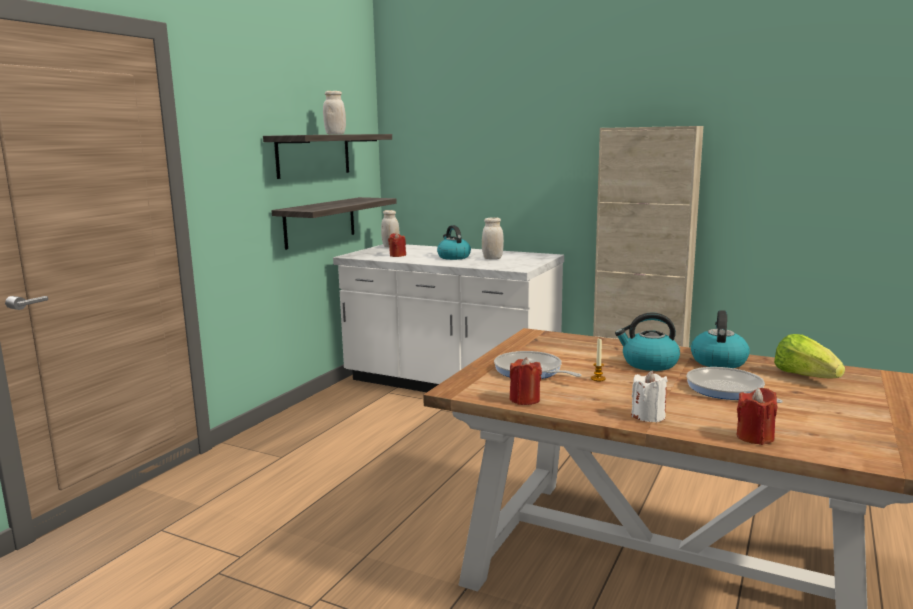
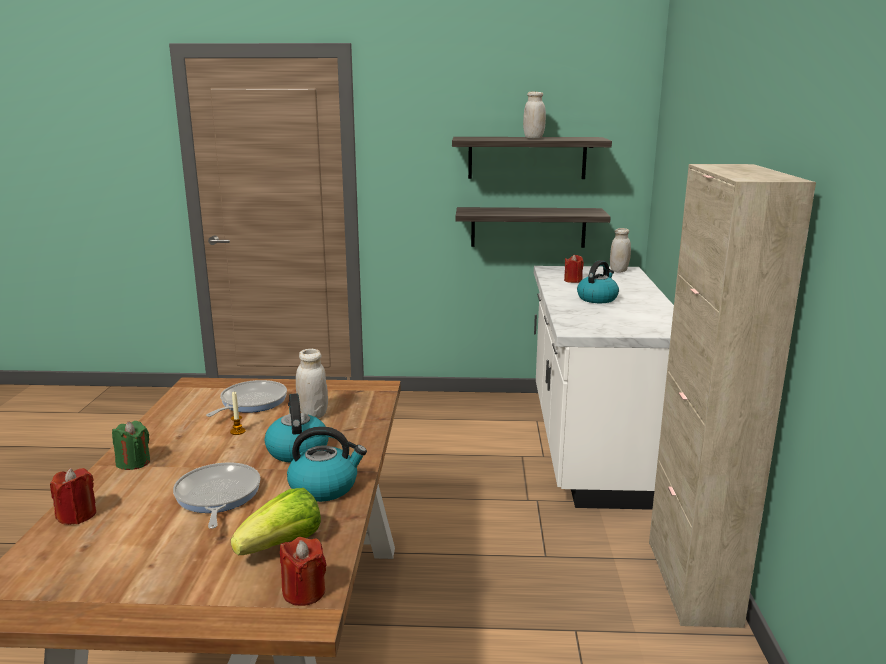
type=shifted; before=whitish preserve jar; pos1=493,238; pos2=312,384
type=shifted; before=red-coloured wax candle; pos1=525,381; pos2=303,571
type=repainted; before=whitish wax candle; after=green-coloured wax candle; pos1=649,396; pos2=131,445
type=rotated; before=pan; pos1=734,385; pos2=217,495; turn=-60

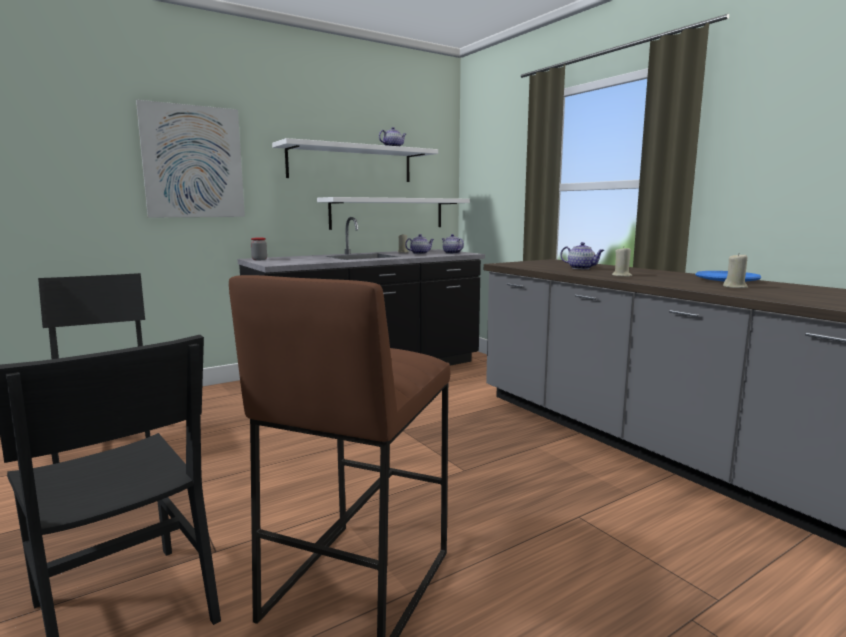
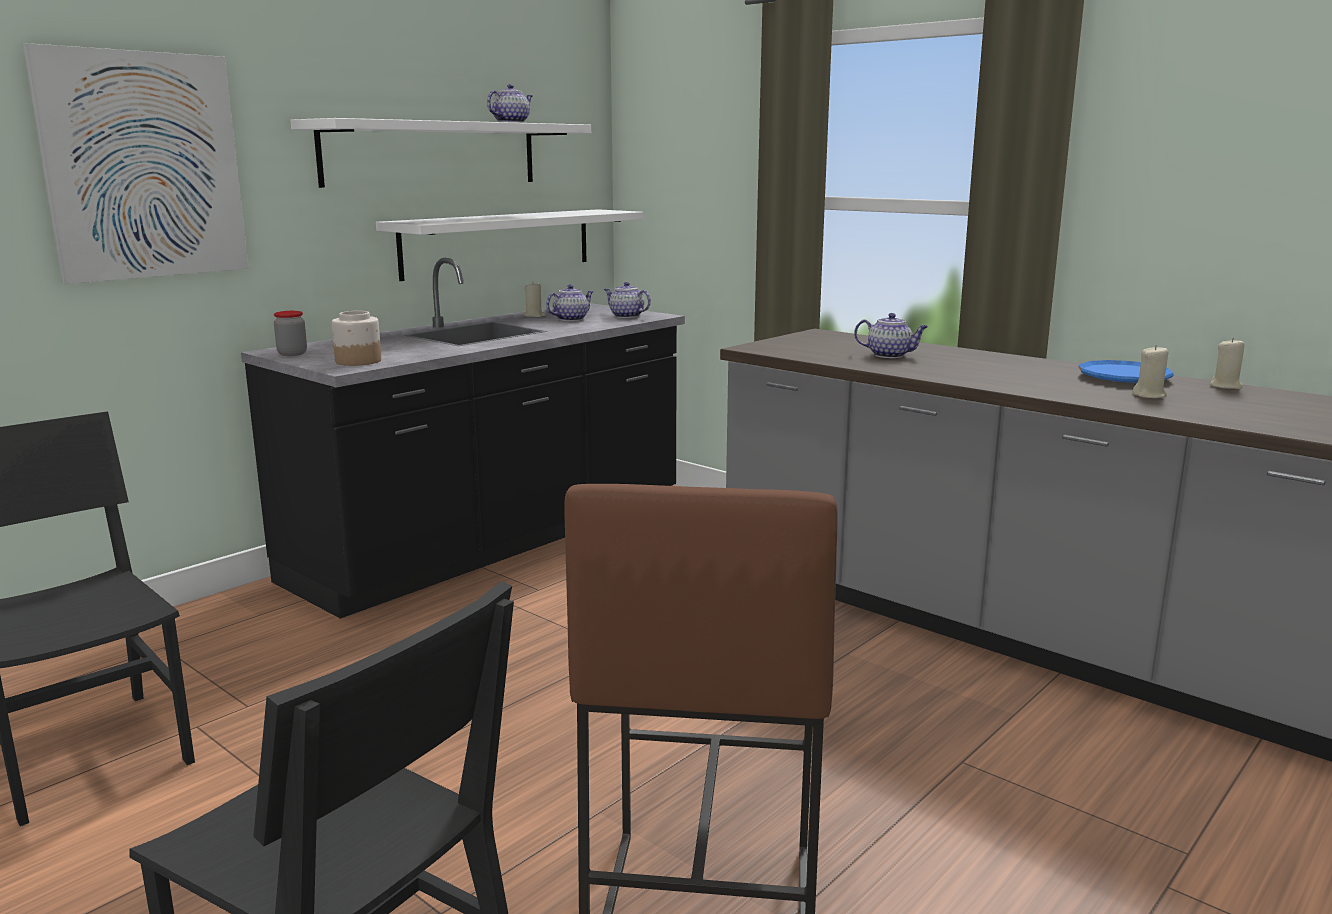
type=new; after=preserve jar; pos2=356,338
type=shifted; before=sand-coloured wax candle; pos1=622,262; pos2=1227,363

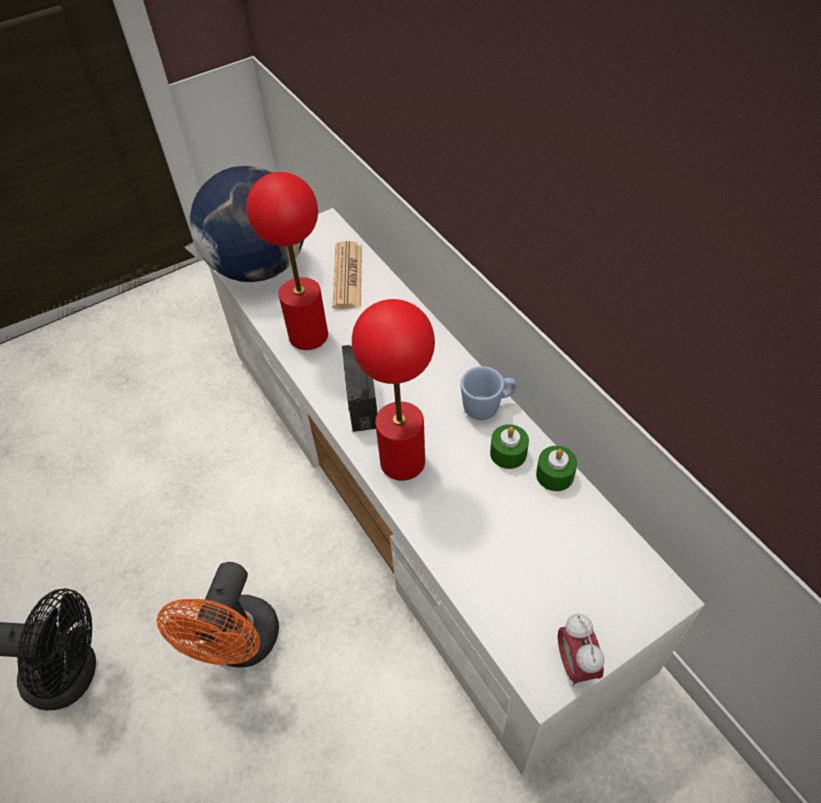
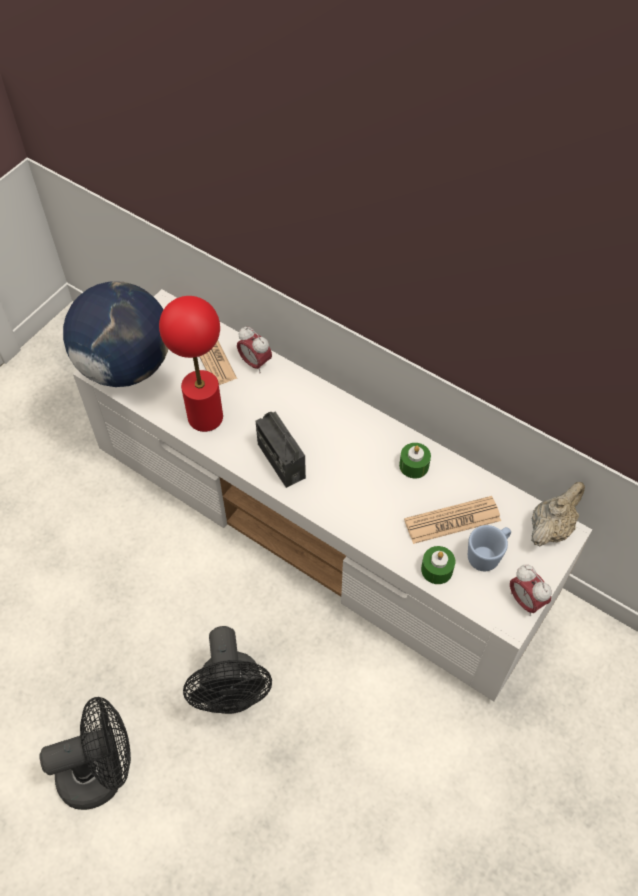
type=gone; before=red-coloured tabletop lamp; pos1=393,390
type=new; after=alarm clock; pos2=254,350
type=new; after=newspaper; pos2=452,520
type=new; after=sand-coloured tea pot; pos2=558,514
type=shifted; before=blue-coloured tea mug; pos1=488,393; pos2=489,548
type=shifted; before=green-coloured wax candle; pos1=556,468; pos2=438,565
type=repainted; before=orange-coloured fan; after=black fan; pos1=218,615; pos2=227,670

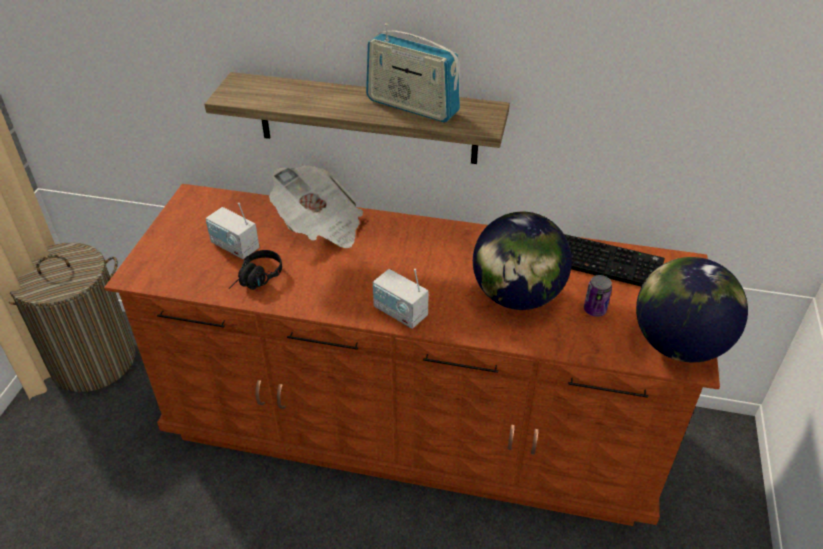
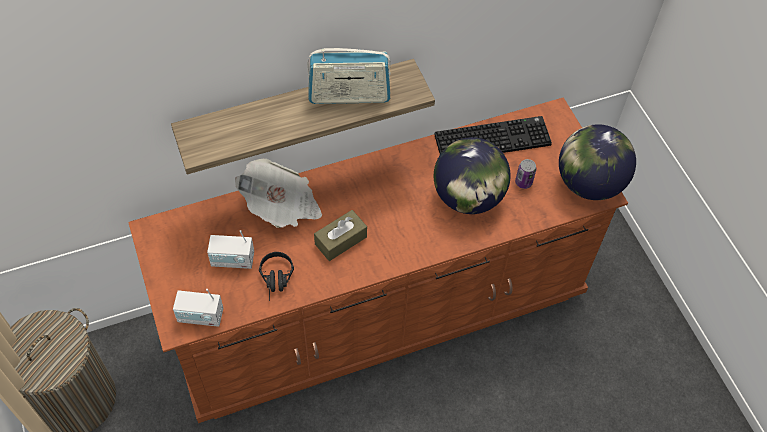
type=new; after=brown box of tissues; pos2=340,235
type=shifted; before=radio; pos1=401,299; pos2=198,308

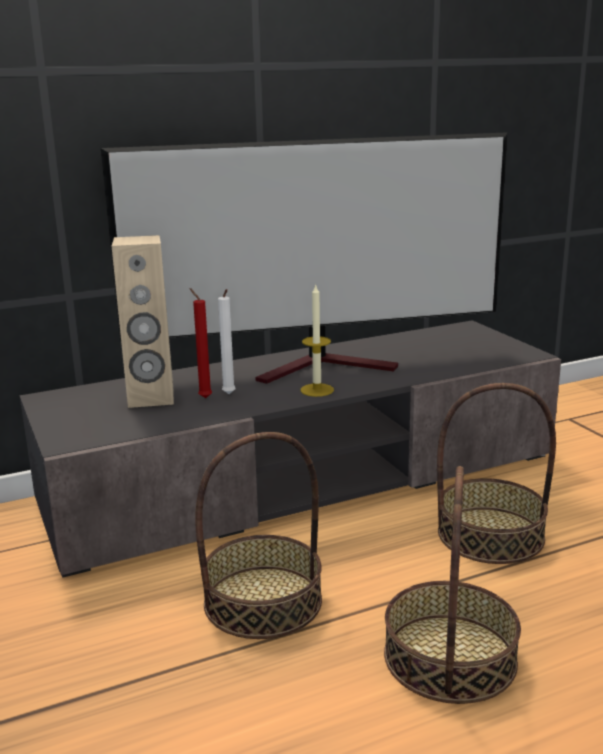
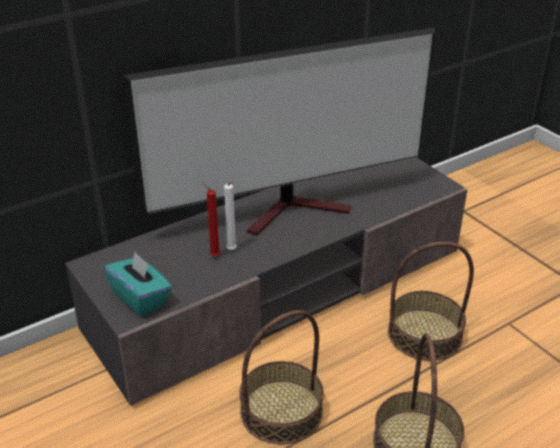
type=gone; before=sand-coloured audio speaker; pos1=143,321
type=gone; before=wax candle; pos1=317,340
type=new; after=turquoise-coloured box of tissues; pos2=138,284

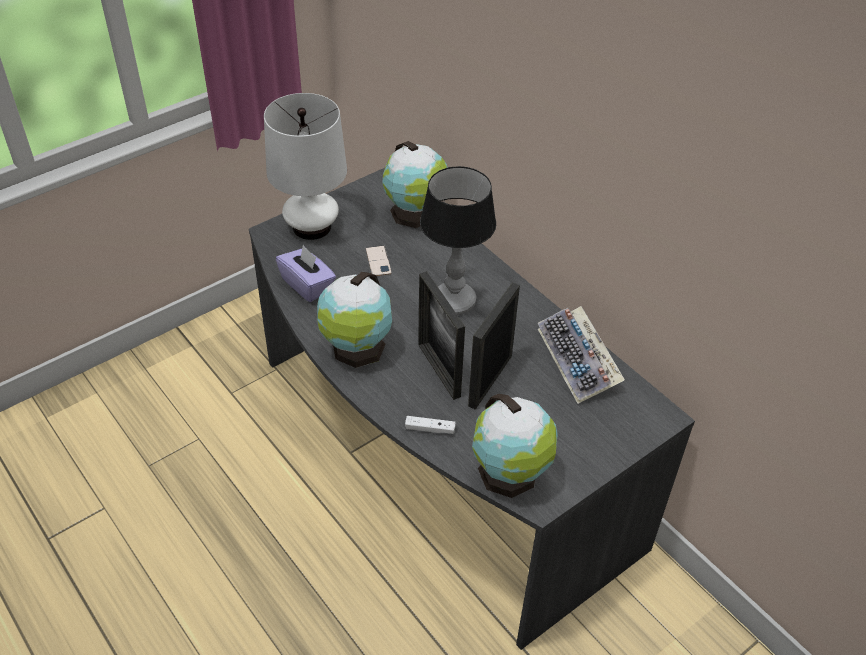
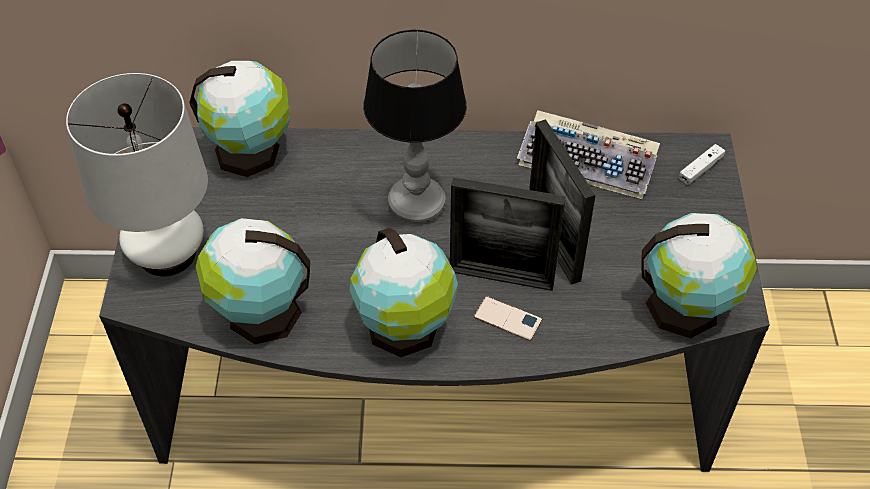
type=shifted; before=telephone; pos1=379,261; pos2=508,318
type=shifted; before=whitish gamepad; pos1=430,425; pos2=702,164
type=swapped; before=purple box of tissues; after=desk globe; pos1=306,273; pos2=253,281

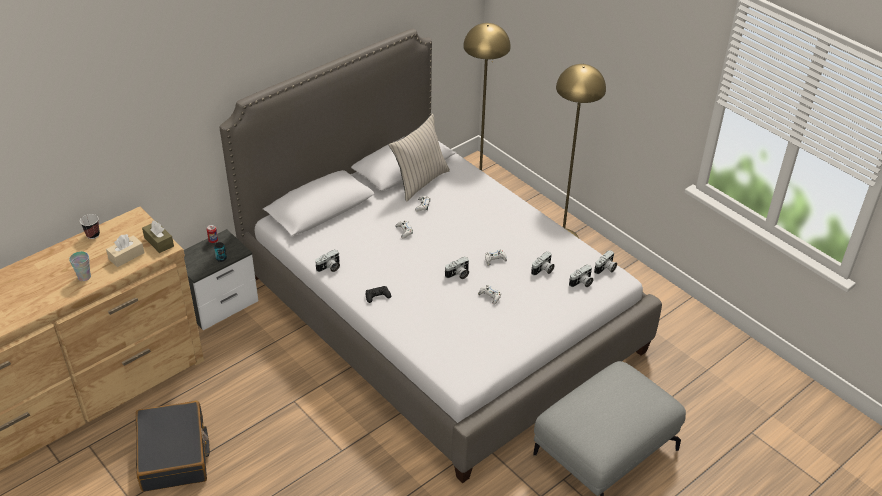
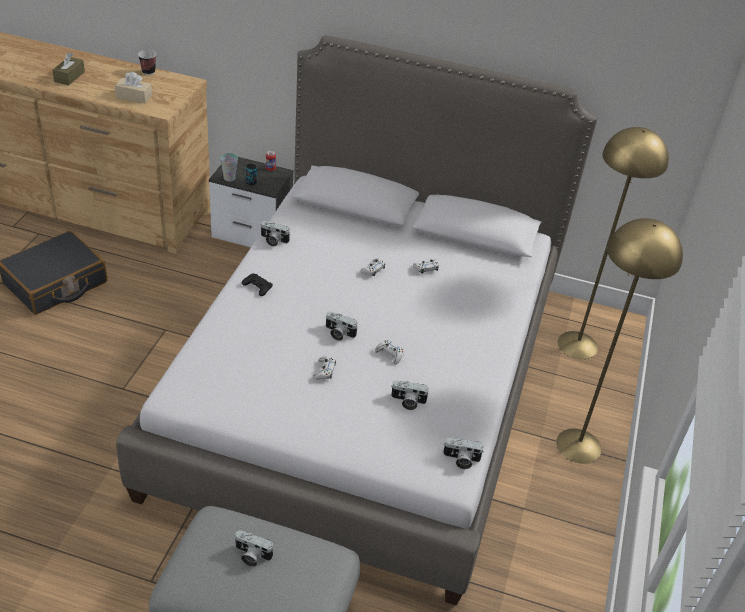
type=gone; before=sand-coloured throw pillow; pos1=419,158
type=shifted; before=cup; pos1=80,266; pos2=229,167
type=shifted; before=brown box of tissues; pos1=158,236; pos2=68,68
type=shifted; before=photo camera; pos1=581,275; pos2=254,548

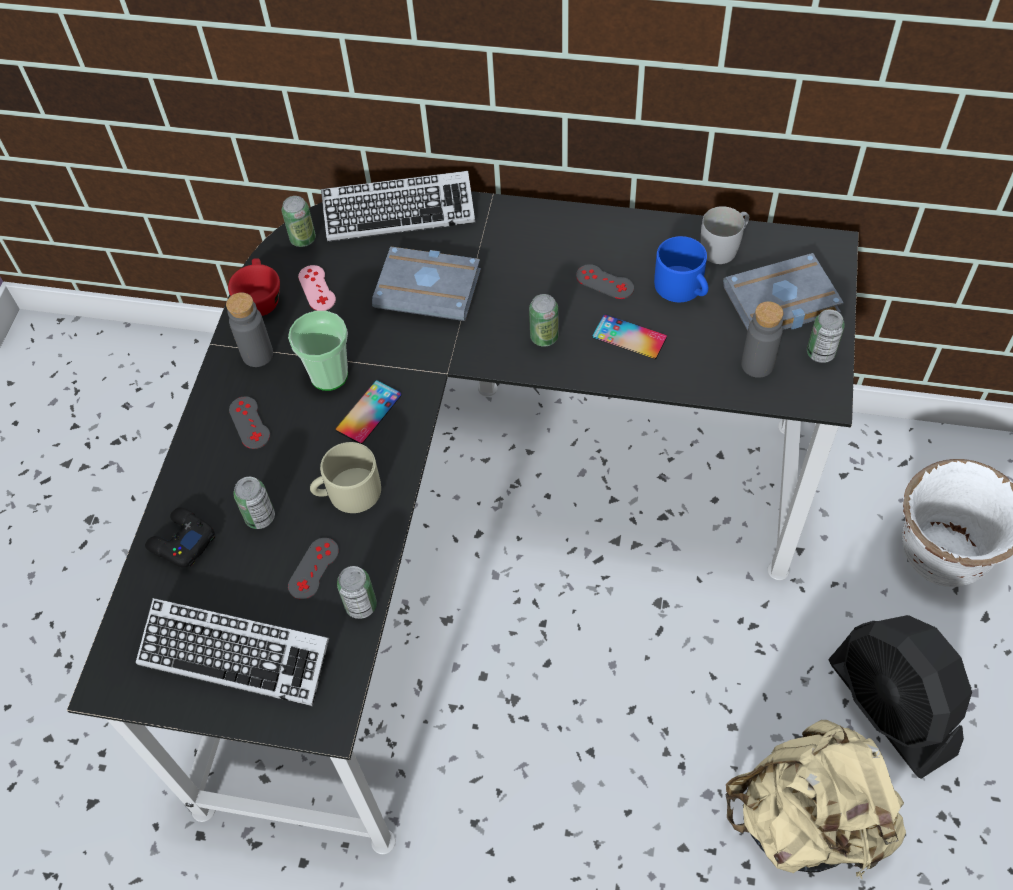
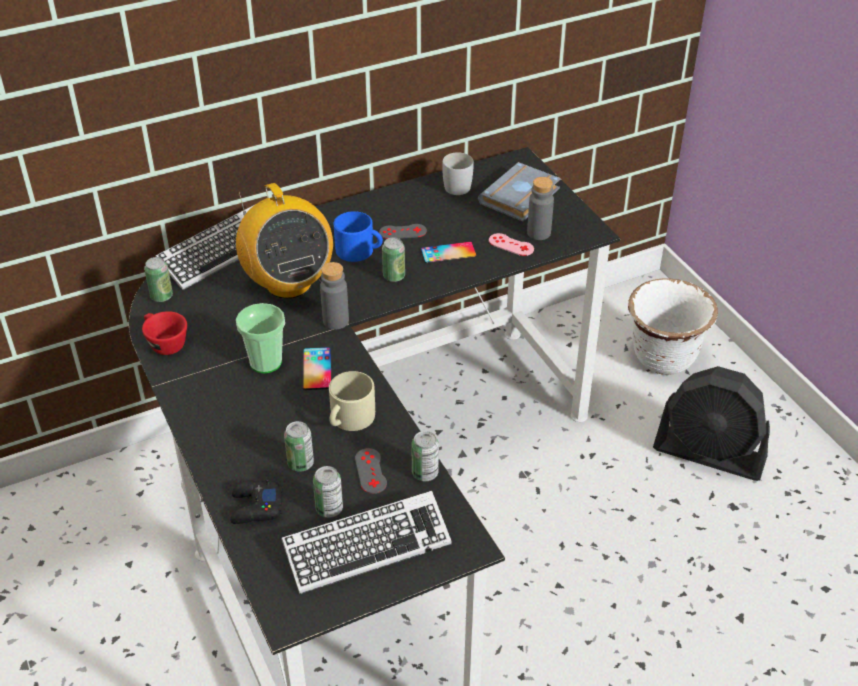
type=gone; before=grey gamepad; pos1=249,422
type=gone; before=sand-coloured rucksack; pos1=815,799
type=shifted; before=grey drink bottle; pos1=249,329; pos2=334,296
type=shifted; before=pink gamepad; pos1=317,288; pos2=511,244
type=shifted; before=blue-coloured tea mug; pos1=681,269; pos2=358,236
type=shifted; before=sealed can; pos1=826,336; pos2=328,492
type=swapped; before=grey bound book; after=radio; pos1=426,283; pos2=284,241

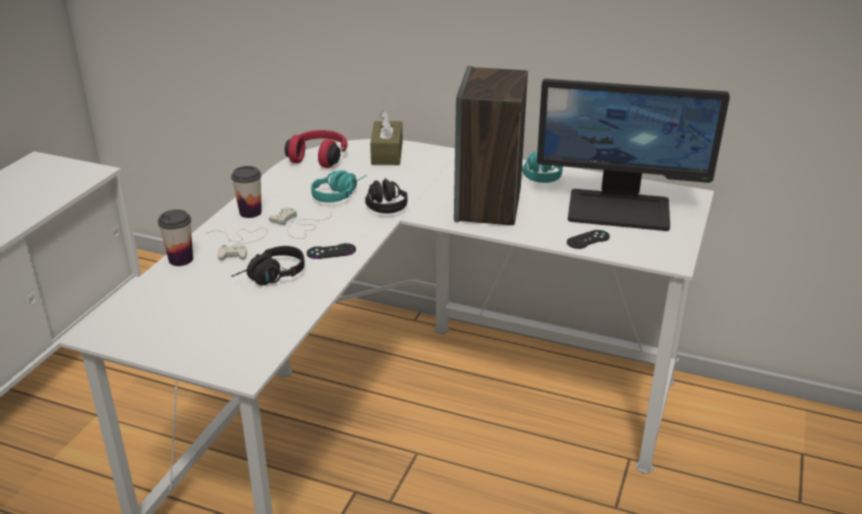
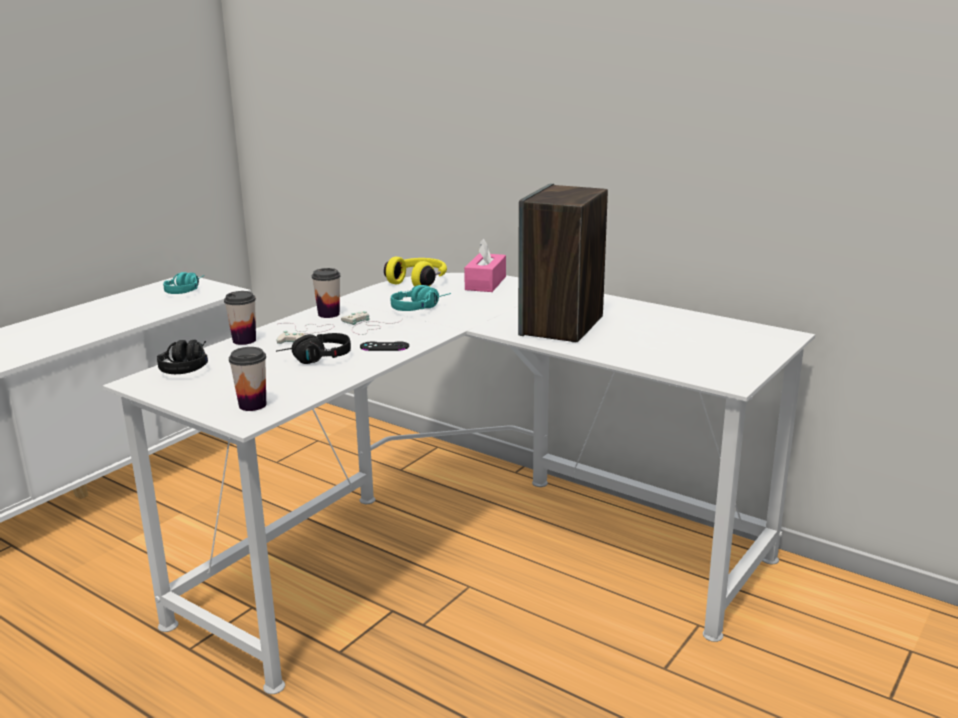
type=gone; before=computer screen; pos1=633,155
type=gone; before=black gamepad; pos1=588,239
type=new; after=cup; pos2=247,379
type=shifted; before=black headphones; pos1=386,196; pos2=182,357
type=shifted; before=turquoise-coloured headphones; pos1=542,167; pos2=183,283
type=repainted; before=red-coloured headphones; after=yellowish headphones; pos1=316,149; pos2=415,271
type=repainted; before=brown box of tissues; after=pink box of tissues; pos1=386,137; pos2=485,265

